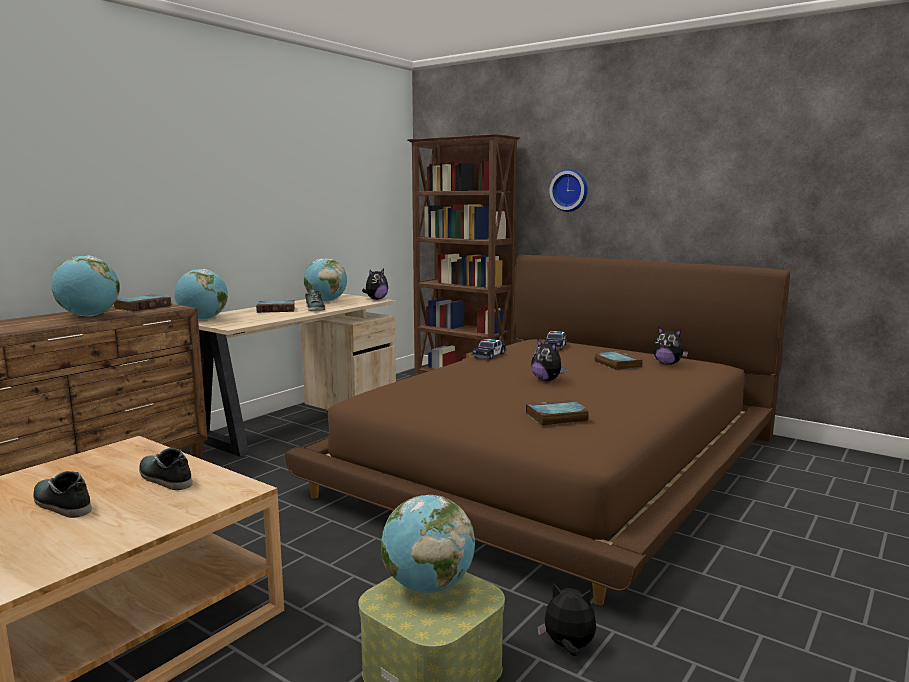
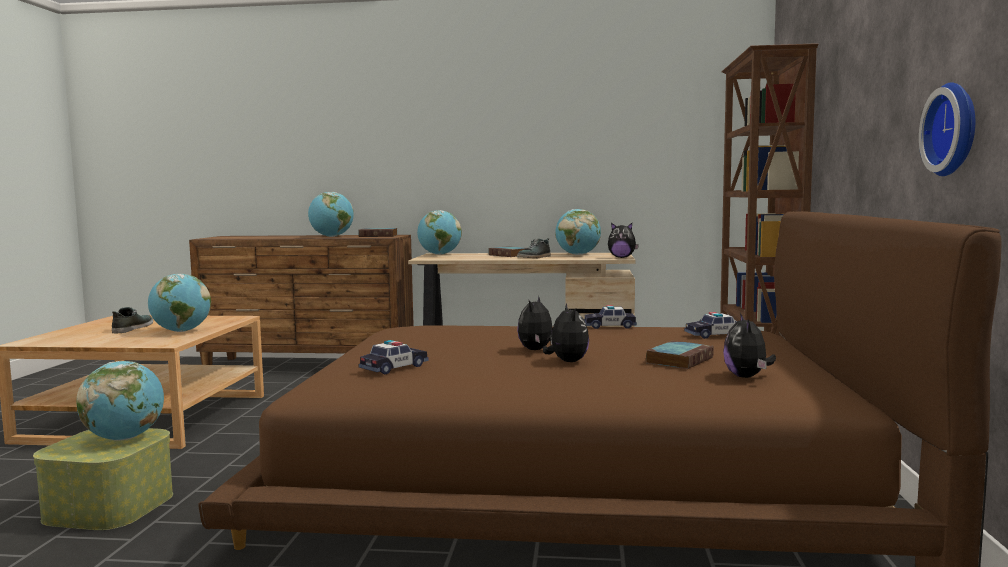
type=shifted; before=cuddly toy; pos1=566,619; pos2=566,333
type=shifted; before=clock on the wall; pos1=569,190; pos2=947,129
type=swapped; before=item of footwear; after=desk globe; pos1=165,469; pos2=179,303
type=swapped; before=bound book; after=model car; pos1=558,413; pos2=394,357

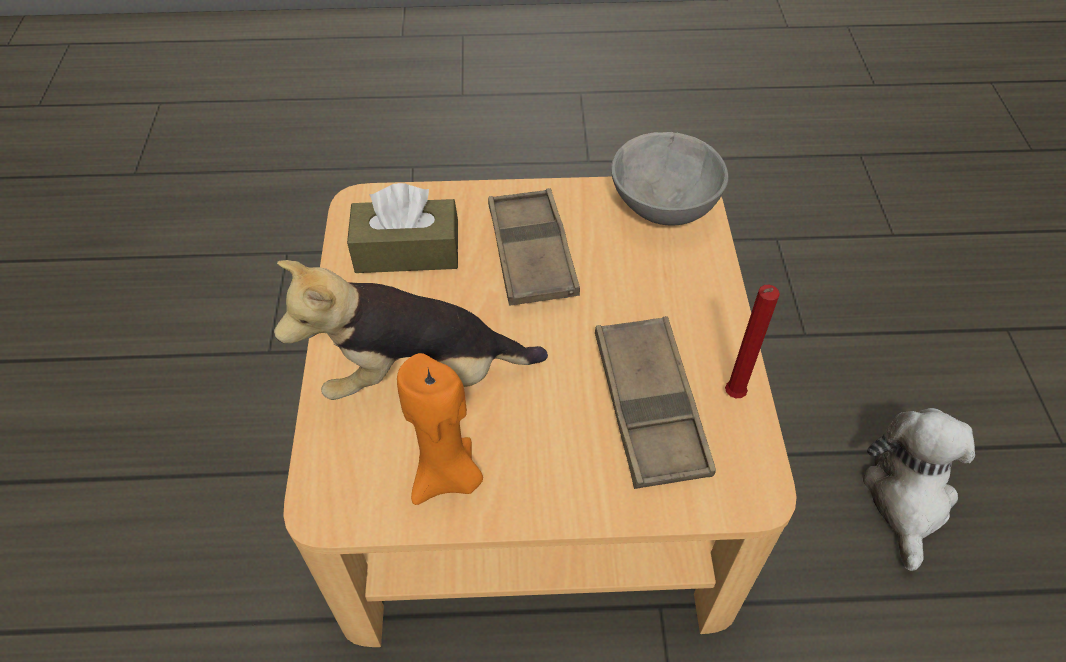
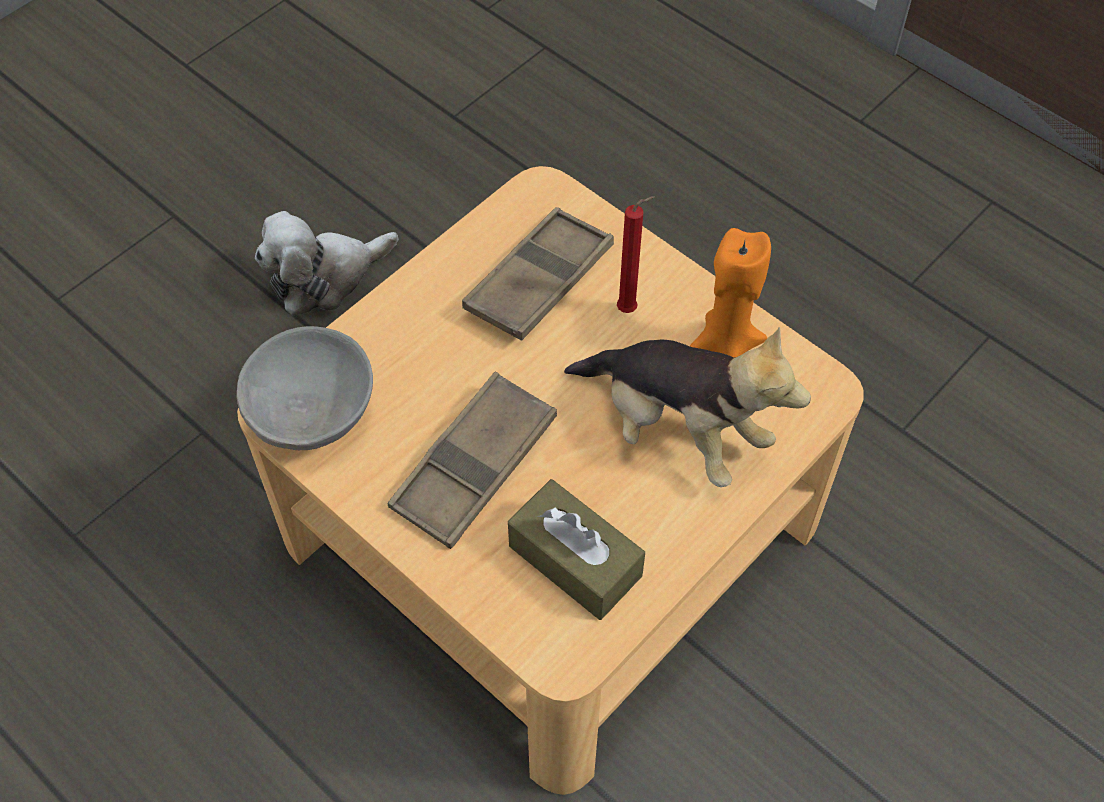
type=shifted; before=red-coloured wax candle; pos1=752,341; pos2=635,254

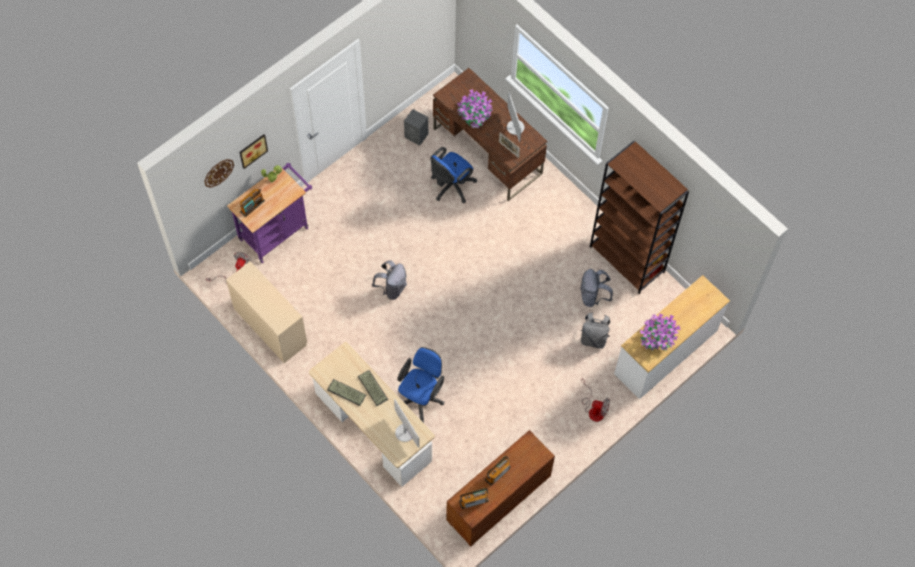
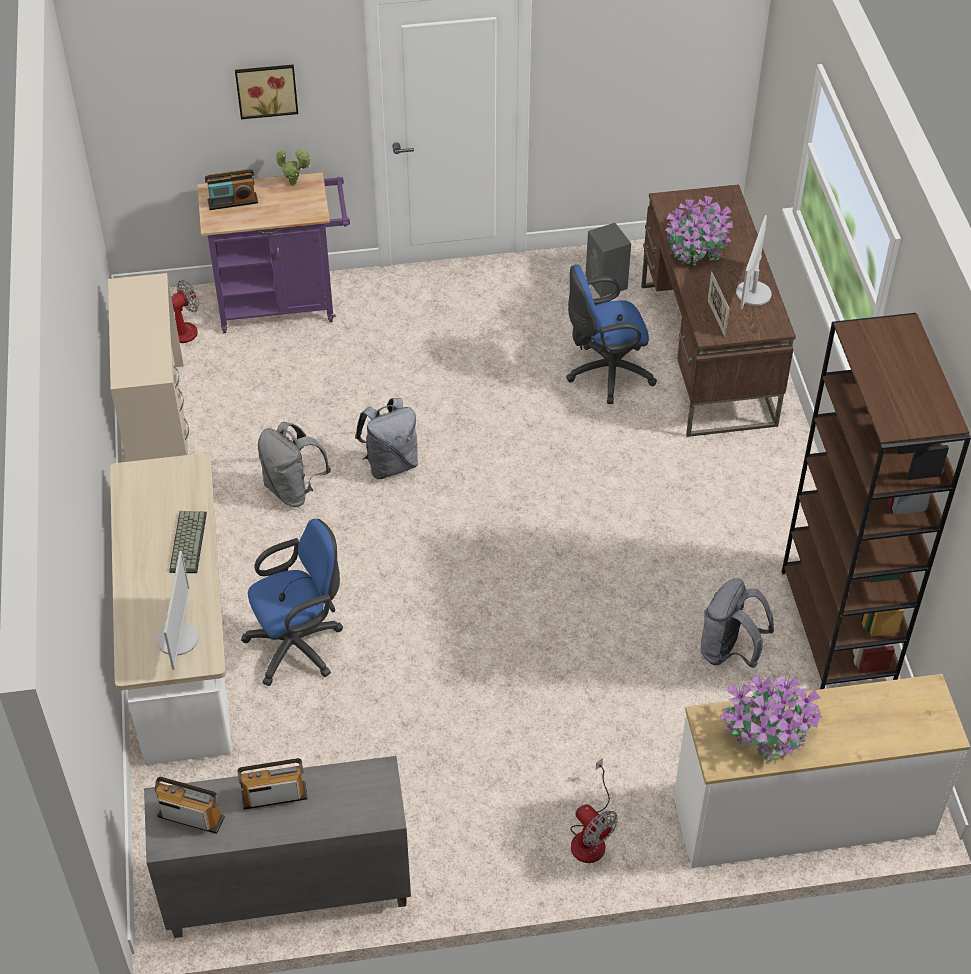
type=gone; before=clock on the wall; pos1=219,173
type=gone; before=keyboard; pos1=346,392
type=shifted; before=grey rucksack; pos1=595,331; pos2=294,464
type=repainted; before=brown cupboard; after=grey cupboard; pos1=500,488; pos2=277,847

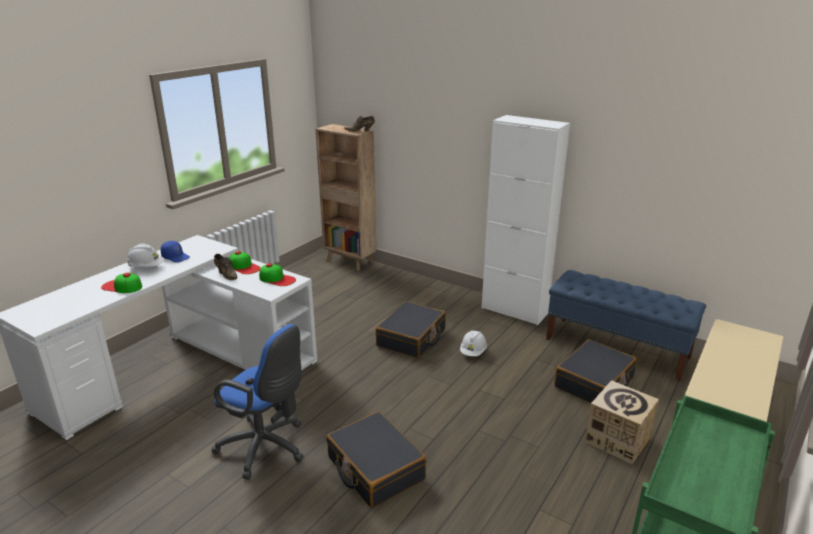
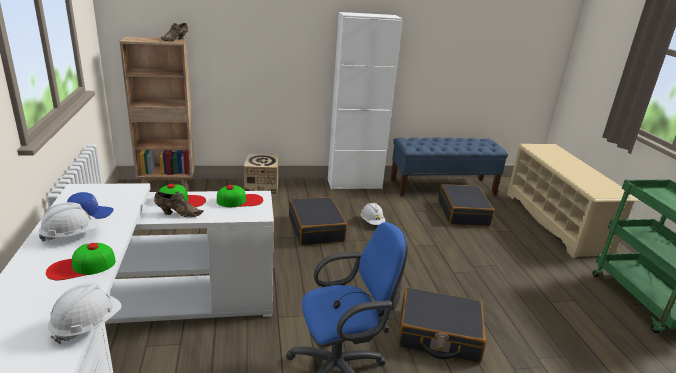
type=new; after=whitish hard hat; pos2=85,313
type=shifted; before=cardboard box; pos1=622,422; pos2=261,175

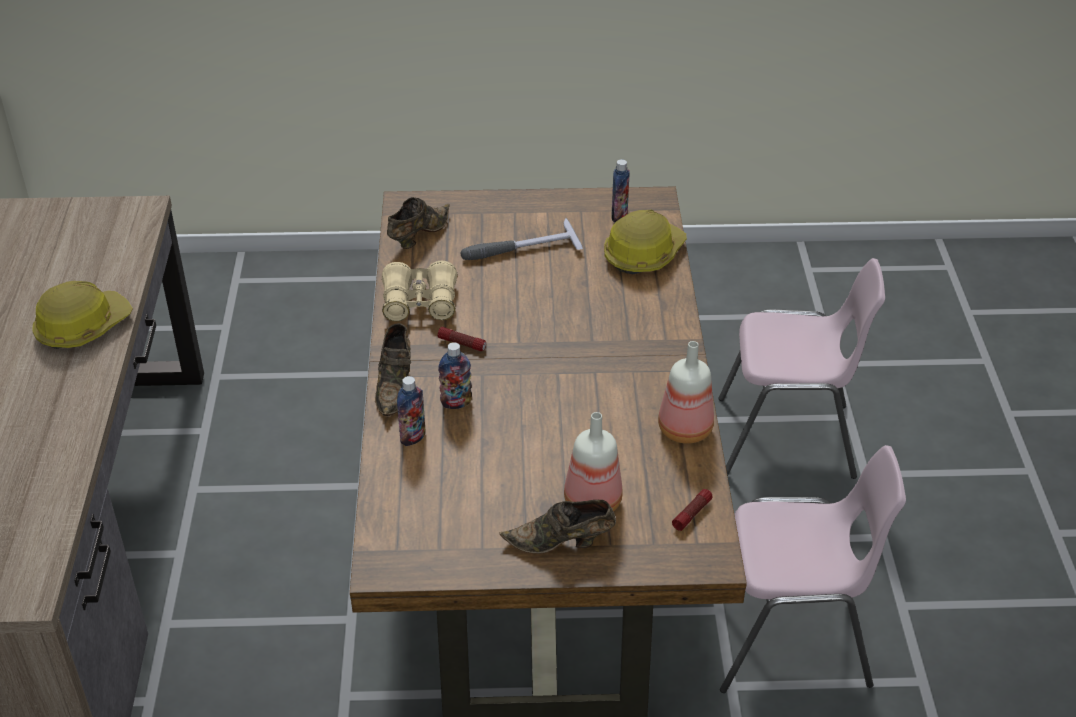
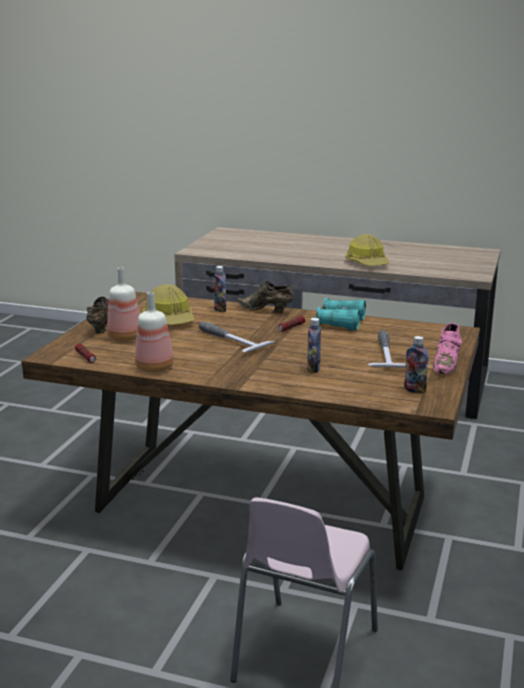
type=gone; before=brown item of footwear; pos1=418,223
type=gone; before=pink upright chair; pos1=813,569
type=new; after=hand hammer; pos2=237,337
type=new; after=pink item of footwear; pos2=447,348
type=shifted; before=drink bottle; pos1=455,375; pos2=314,345
type=shifted; before=hard hat; pos1=645,242; pos2=168,304
type=repainted; before=sand-coloured binoculars; after=turquoise-coloured binoculars; pos1=419,291; pos2=340,314

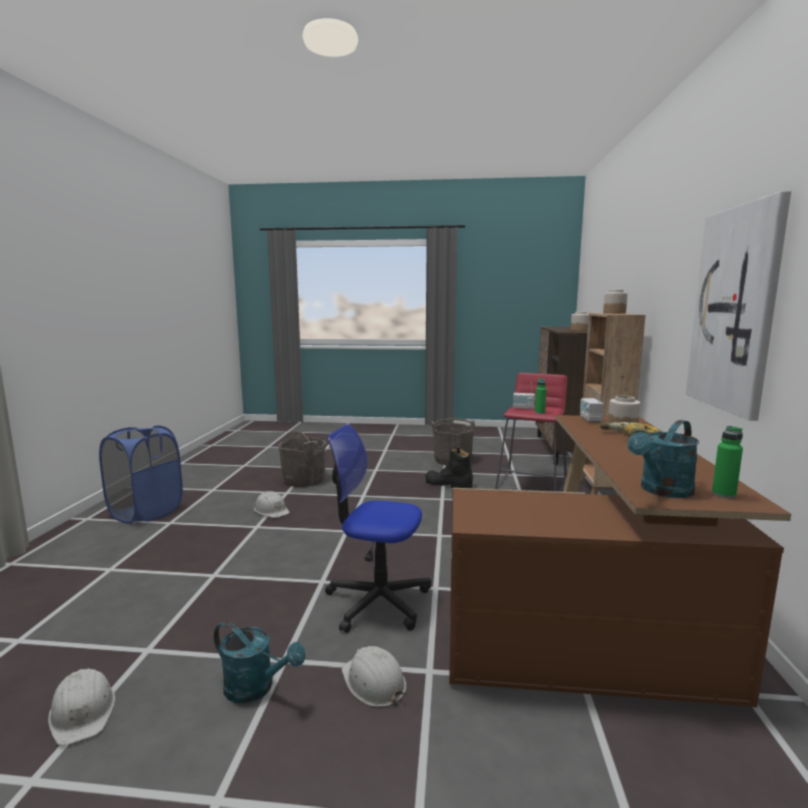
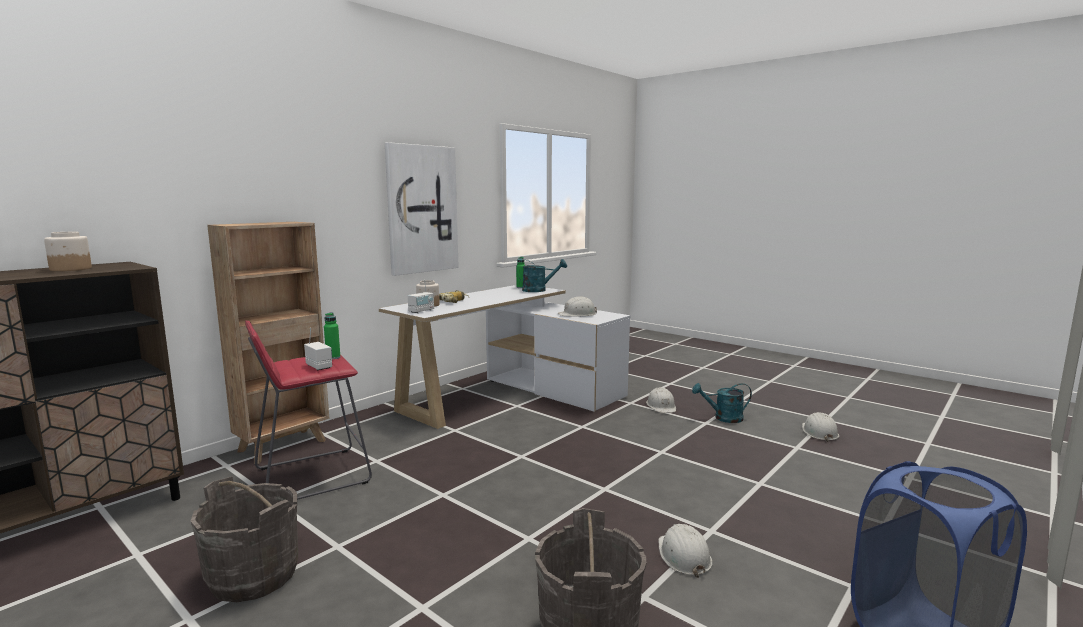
type=gone; before=office chair; pos1=378,528
type=gone; before=black boot; pos1=449,468
type=gone; before=preserve jar; pos1=615,302
type=new; after=whitish hard hat; pos2=577,306
type=repainted; before=brown desk unit; after=whitish desk unit; pos1=620,561; pos2=504,357
type=rotated; before=turquoise-coloured sprinkling can; pos1=260,662; pos2=722,403; turn=-60

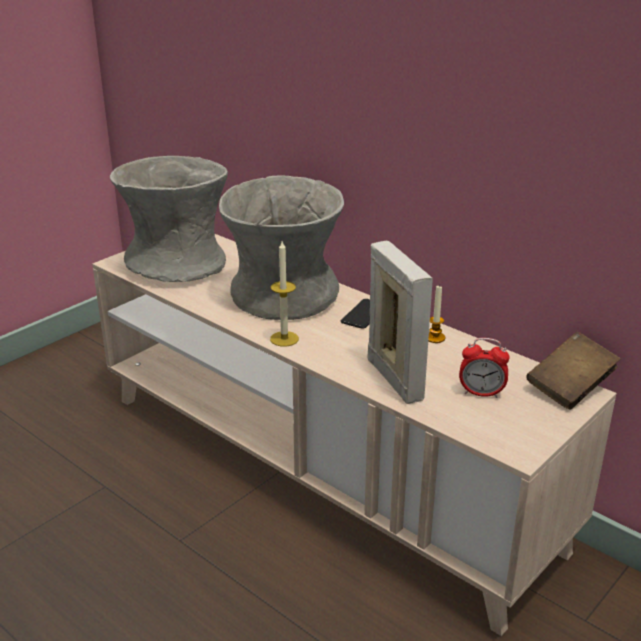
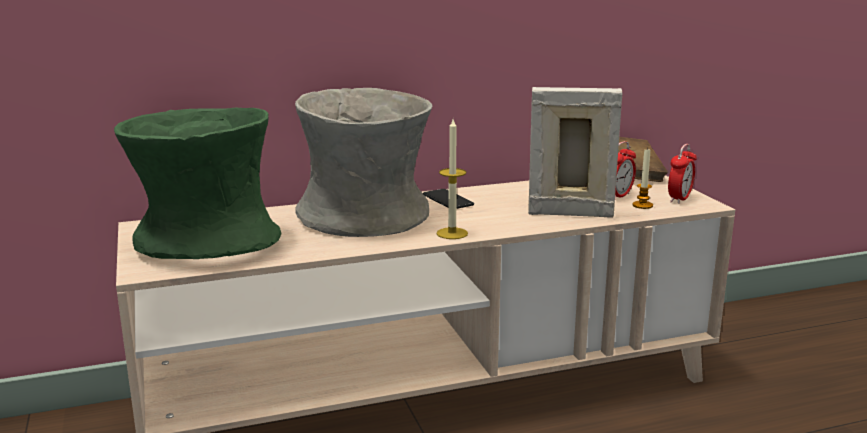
type=new; after=alarm clock; pos2=682,174
type=shifted; before=wax candle; pos1=436,314; pos2=642,178
type=repainted; before=grey decorative vase; after=green-coloured decorative vase; pos1=169,219; pos2=197,183

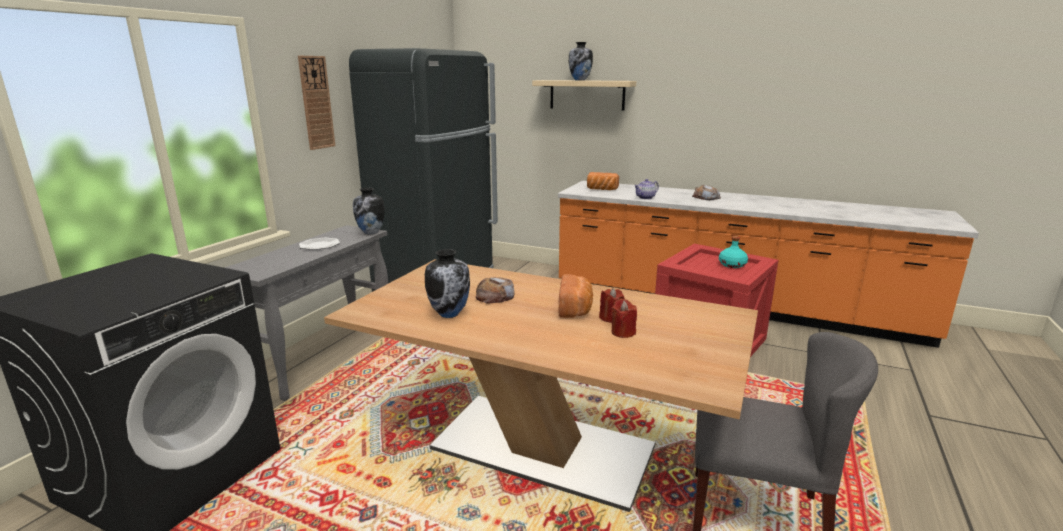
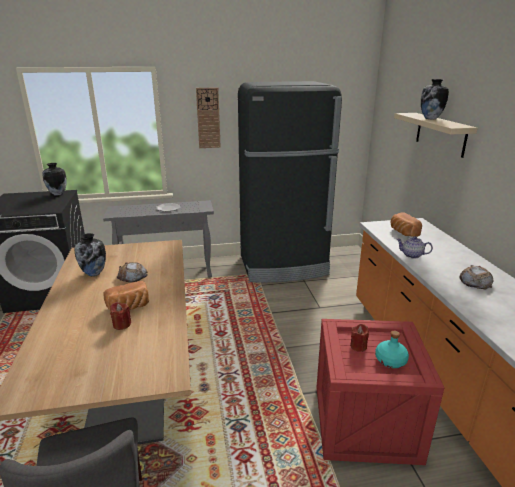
type=shifted; before=decorative vase; pos1=369,211; pos2=54,179
type=shifted; before=red-coloured wax candle; pos1=624,318; pos2=359,338

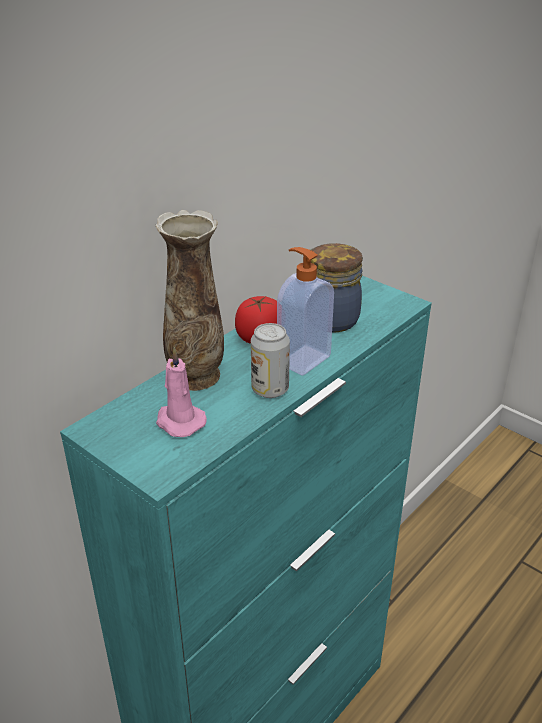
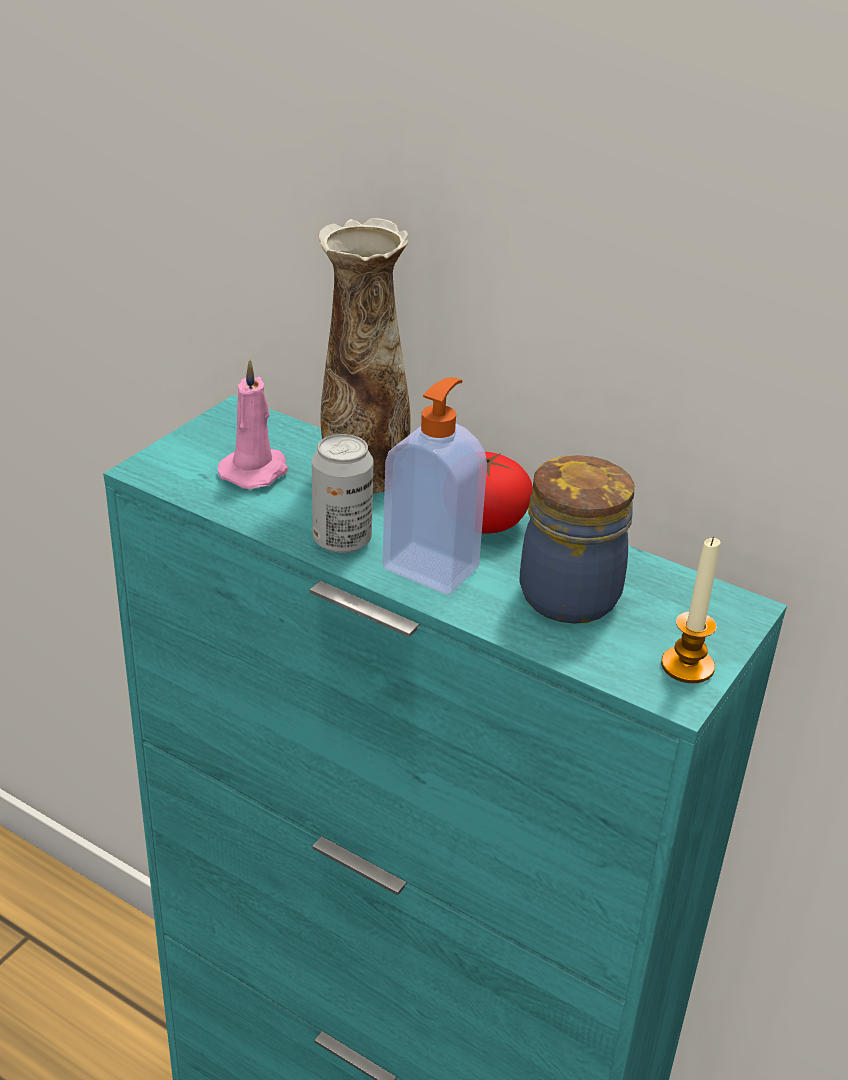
type=new; after=wax candle; pos2=691,610

